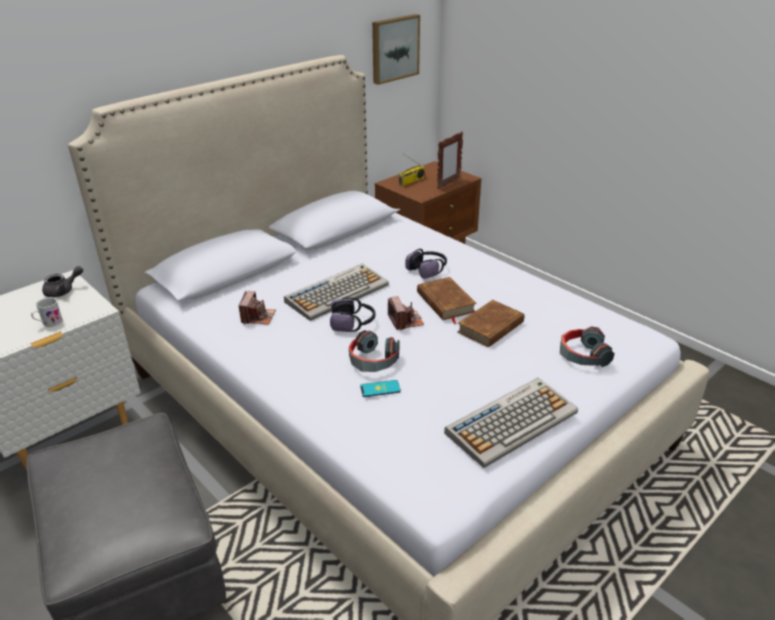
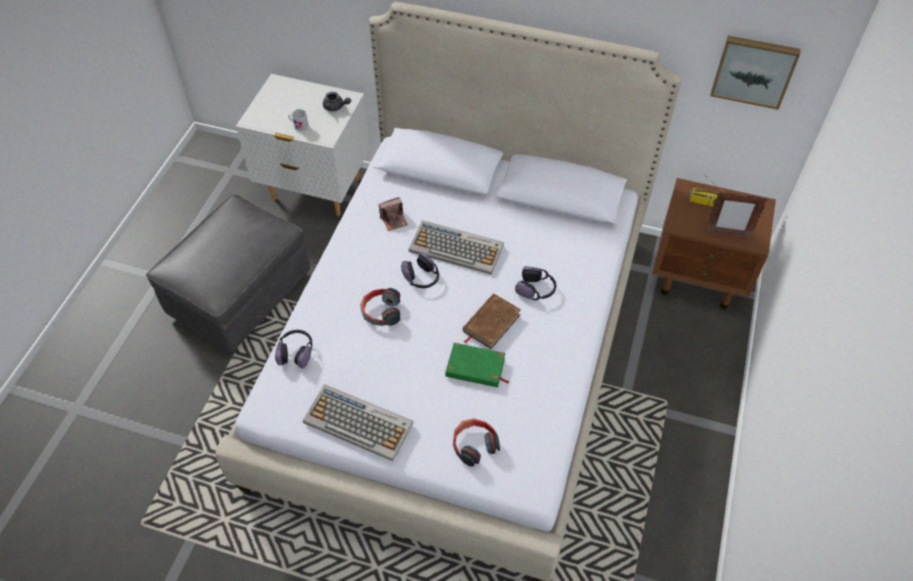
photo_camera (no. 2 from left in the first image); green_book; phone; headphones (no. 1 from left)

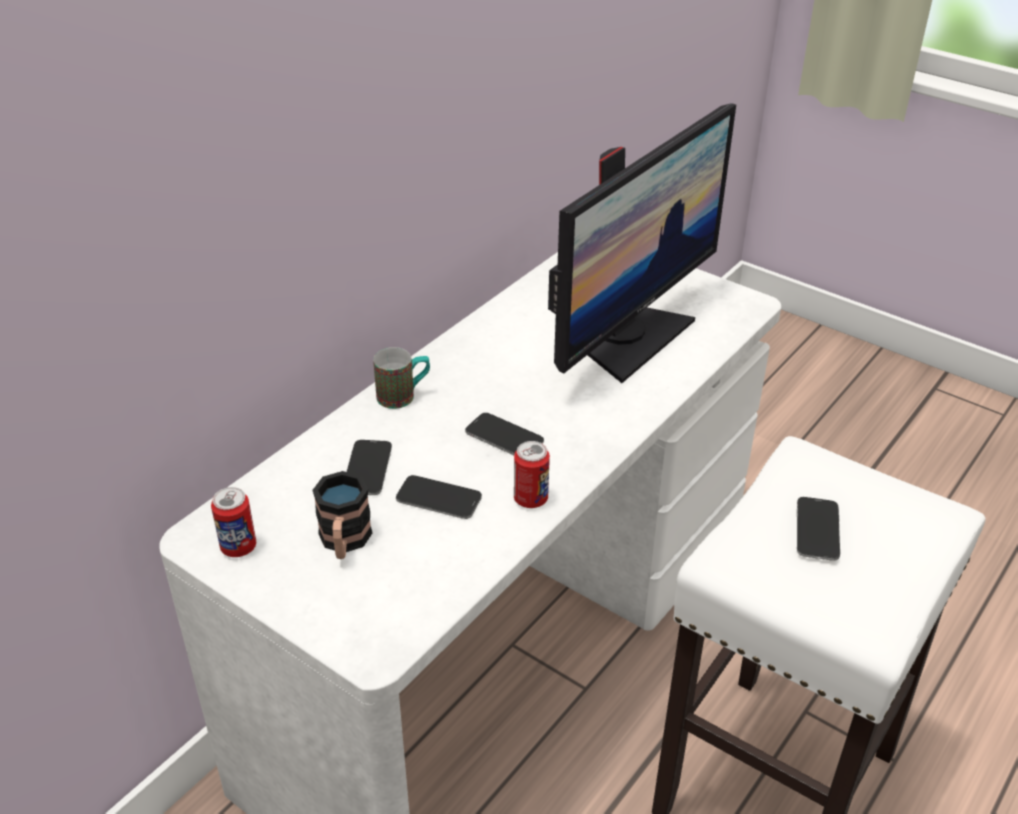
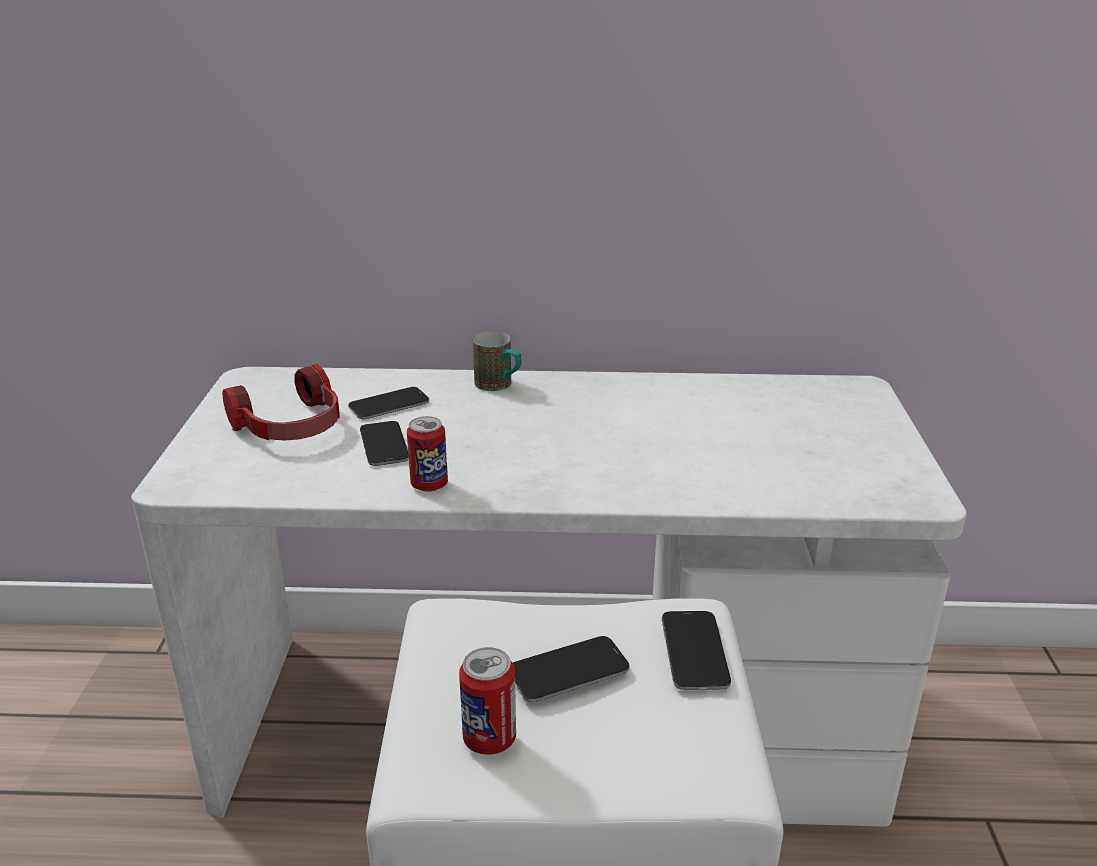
monitor; phone (no. 4 from left); headphones; can (no. 2 from left)

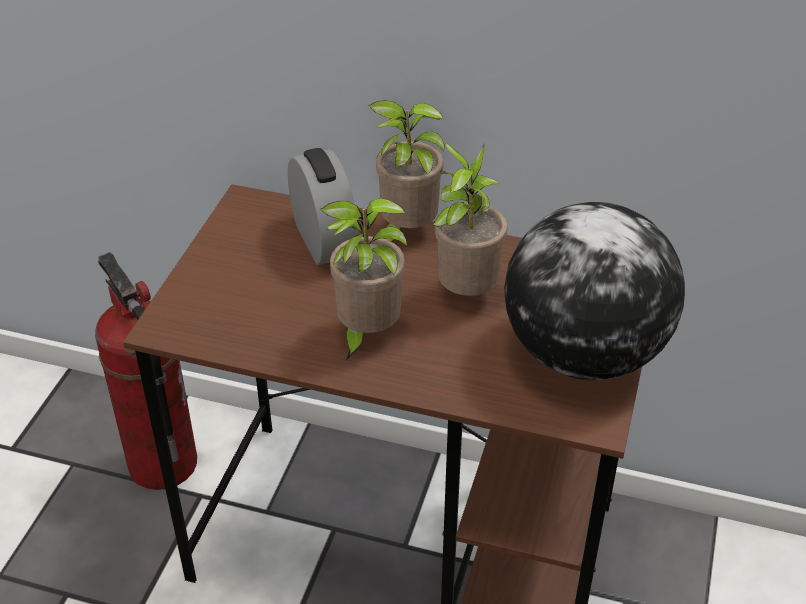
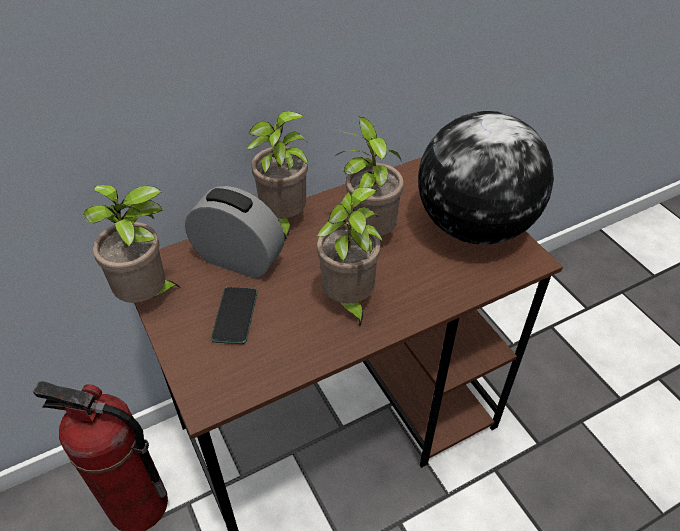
potted_plant (no. 1 from left); phone

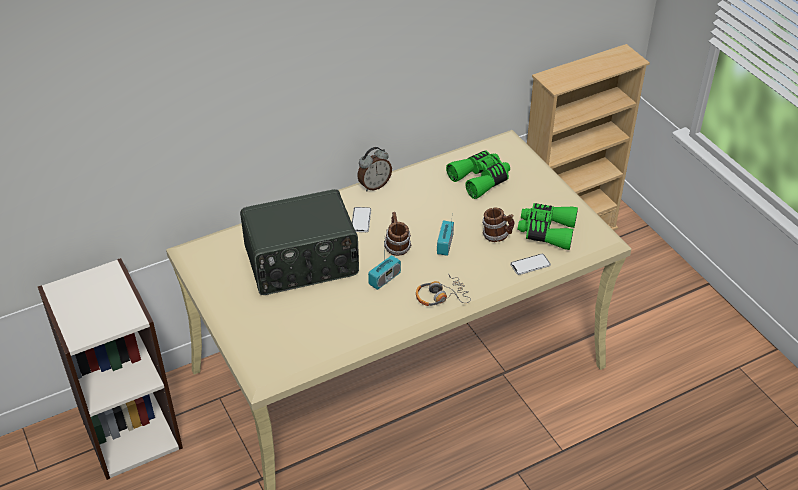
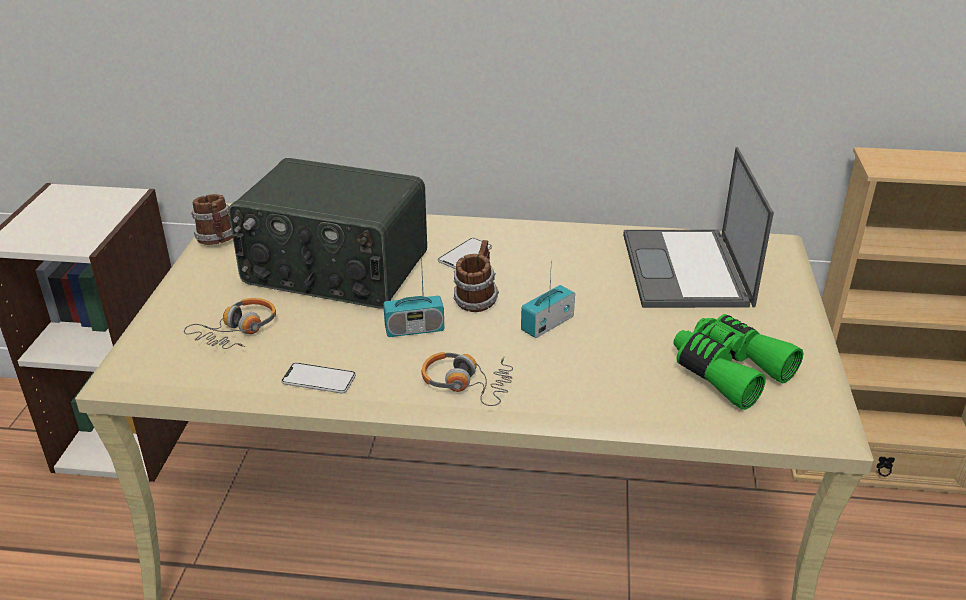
alarm_clock; laptop; mug (no. 1 from left); phone (no. 1 from left); headphones (no. 1 from left)

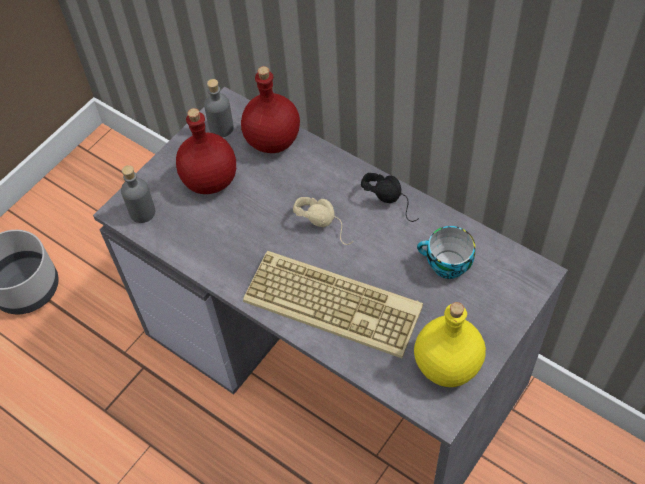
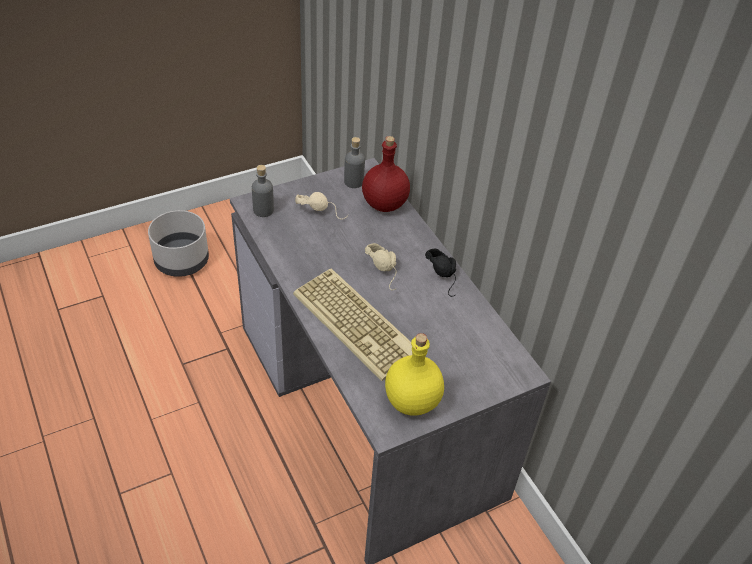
beige_headphones (no. 1 from left); cup

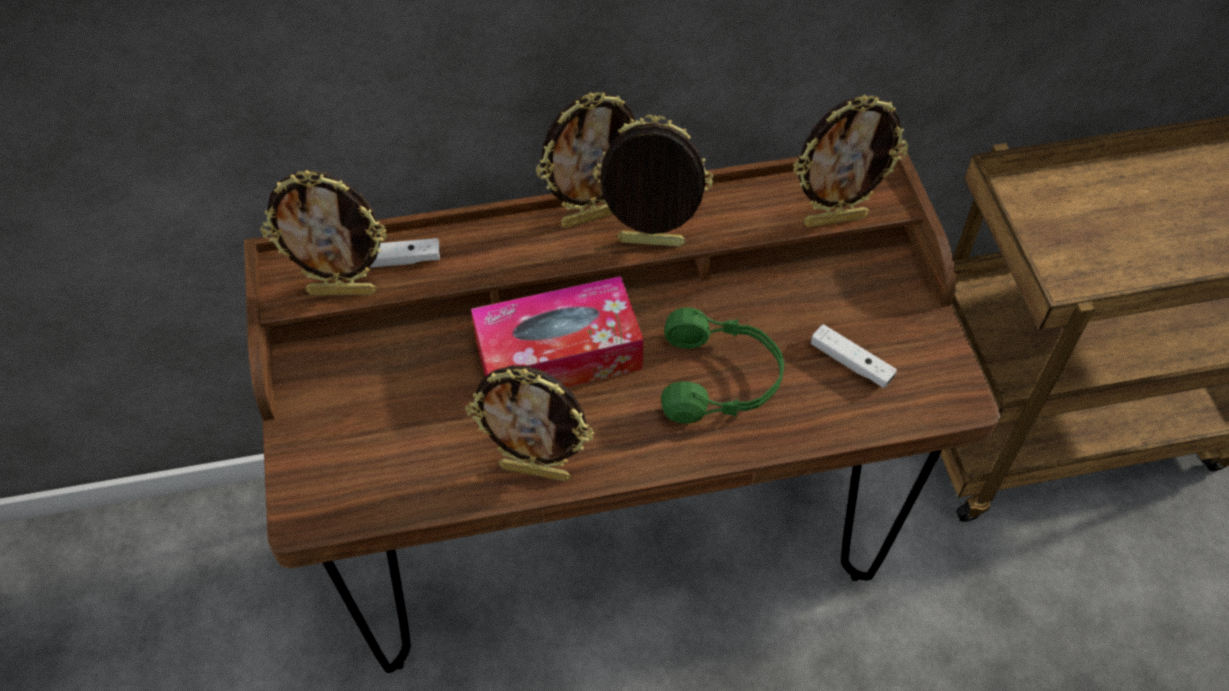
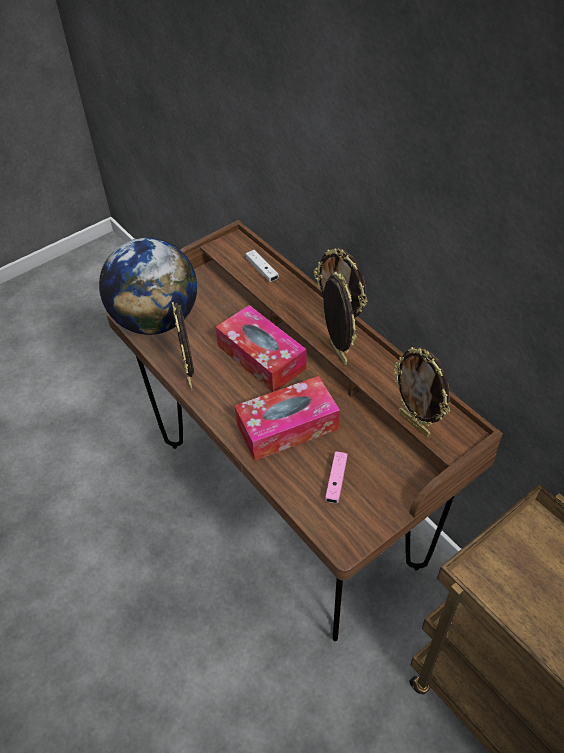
picture_frame (no. 1 from left in the first image); tissue_box (no. 2 from left); pink_game_controller; globe

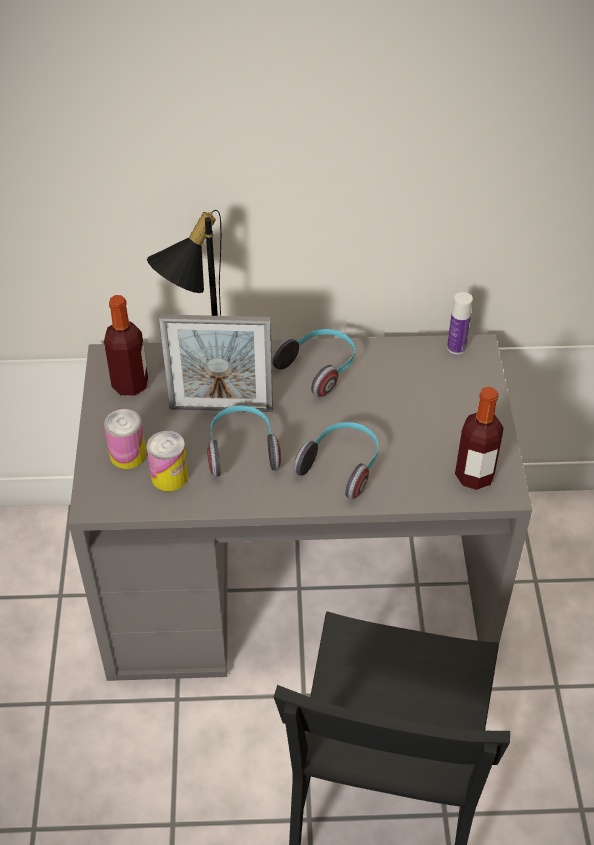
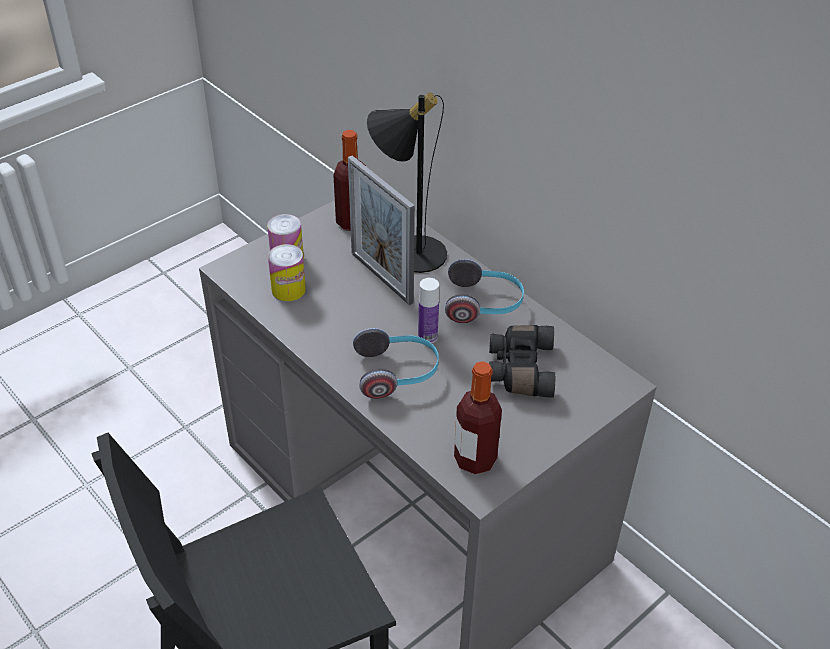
bottle (no. 2 from left); headphones (no. 1 from left in the first image); black_binoculars

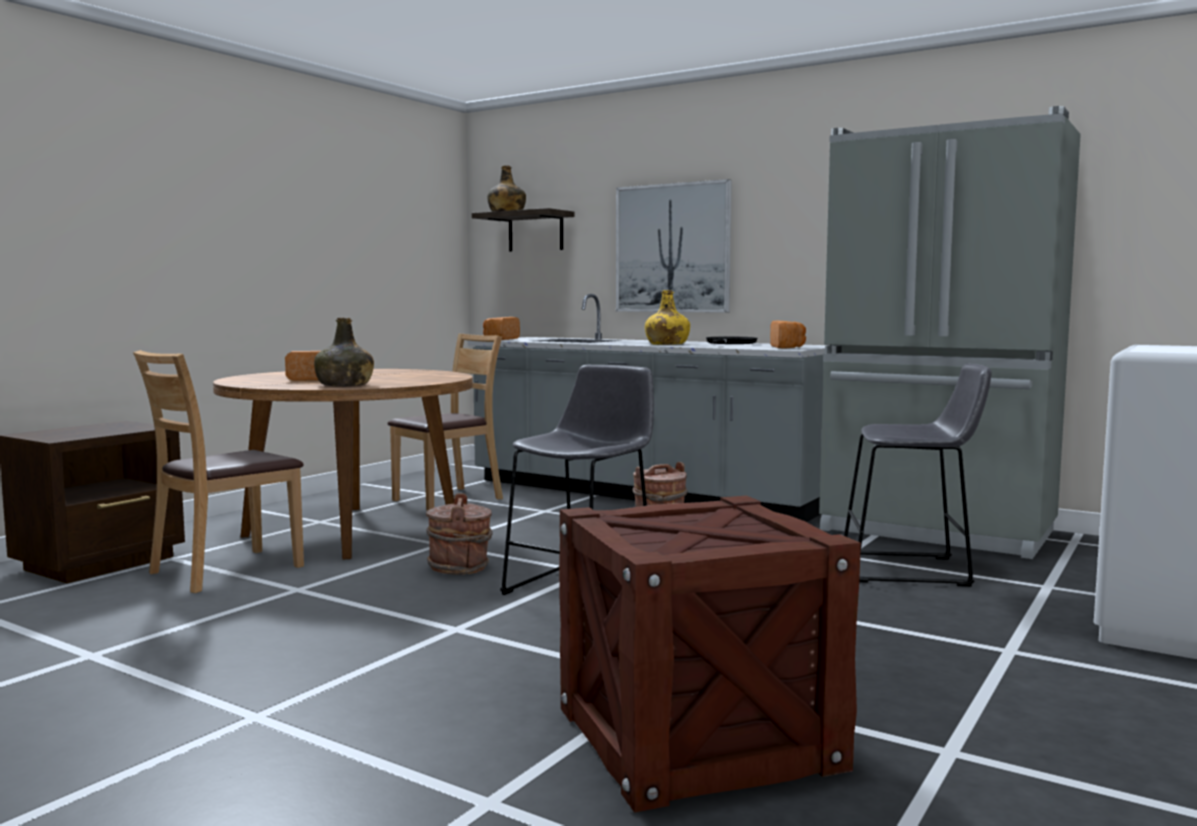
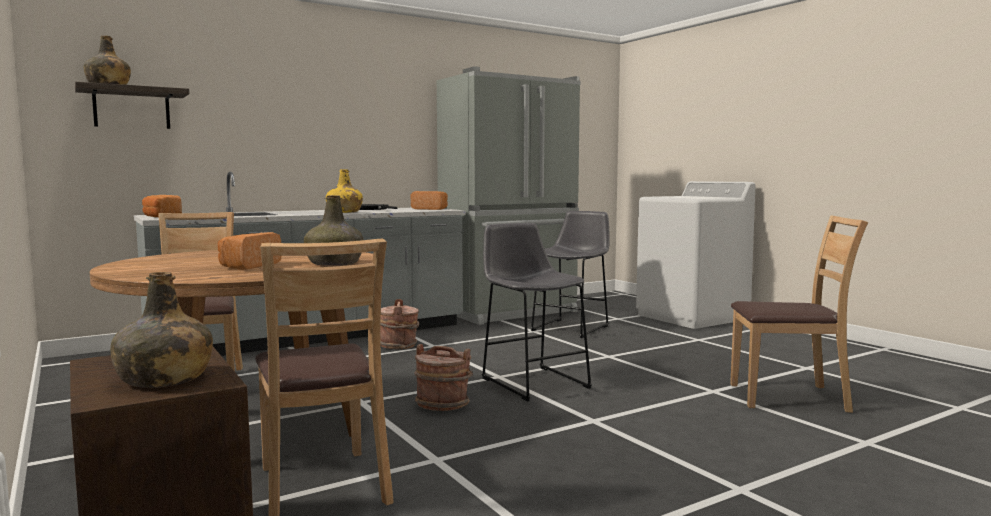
picture; brown_chair (no. 3 from left); green_bottle (no. 2 from left)

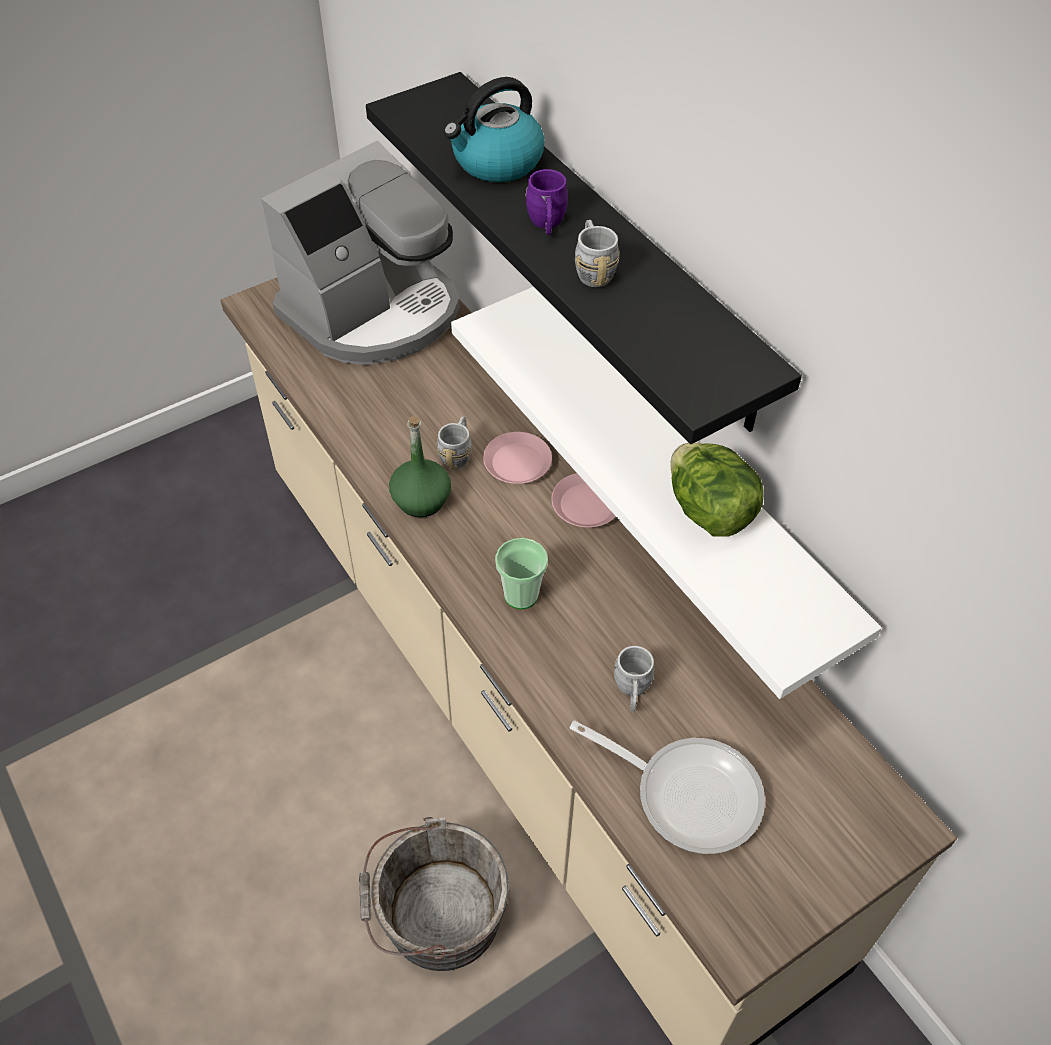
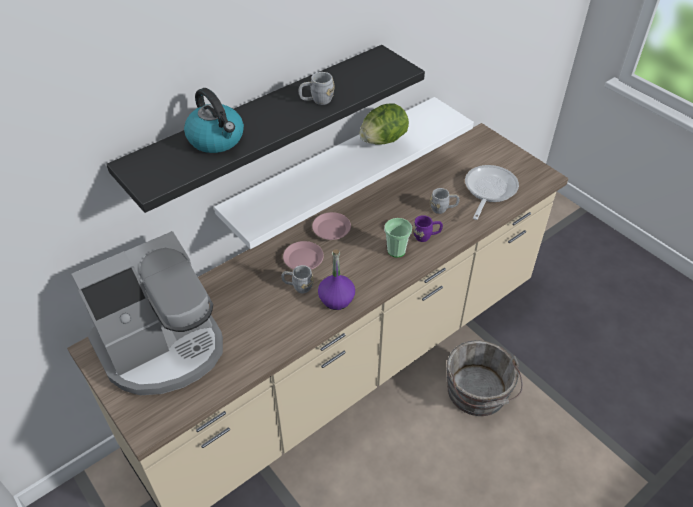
coffee_machine; purple_mug; purple_bottle

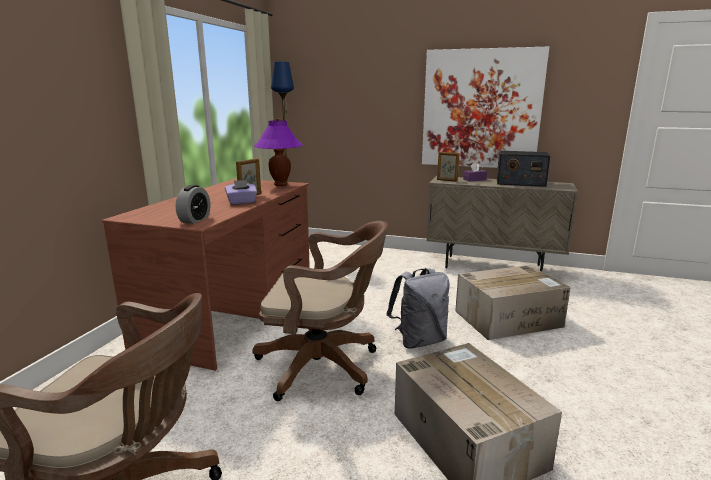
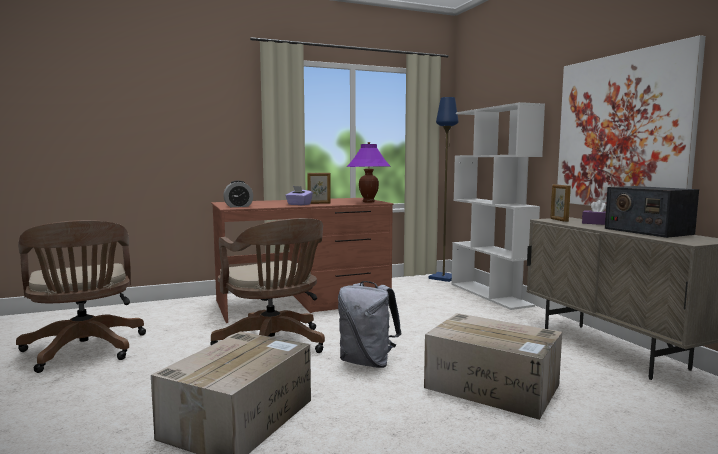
white_bookcase

